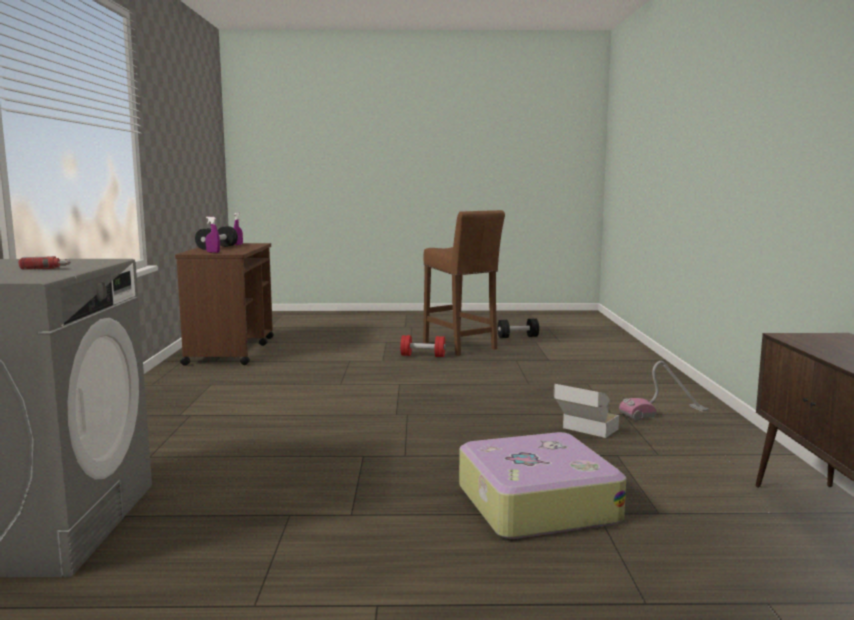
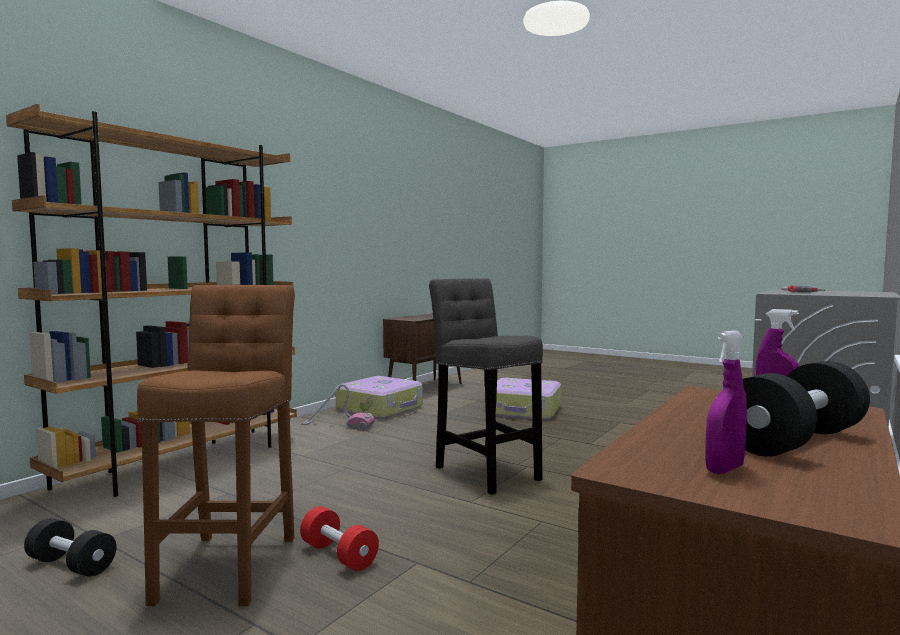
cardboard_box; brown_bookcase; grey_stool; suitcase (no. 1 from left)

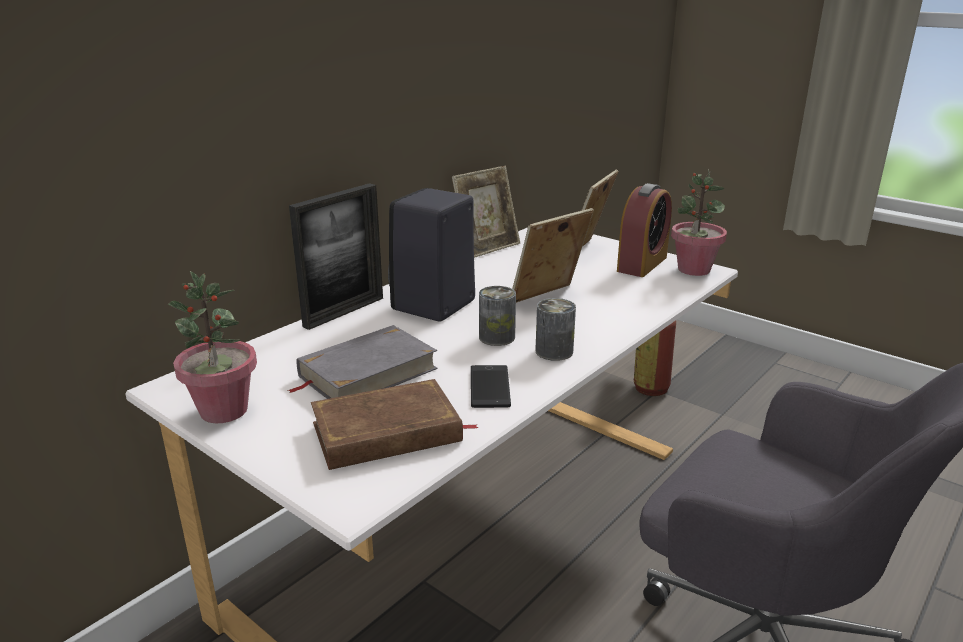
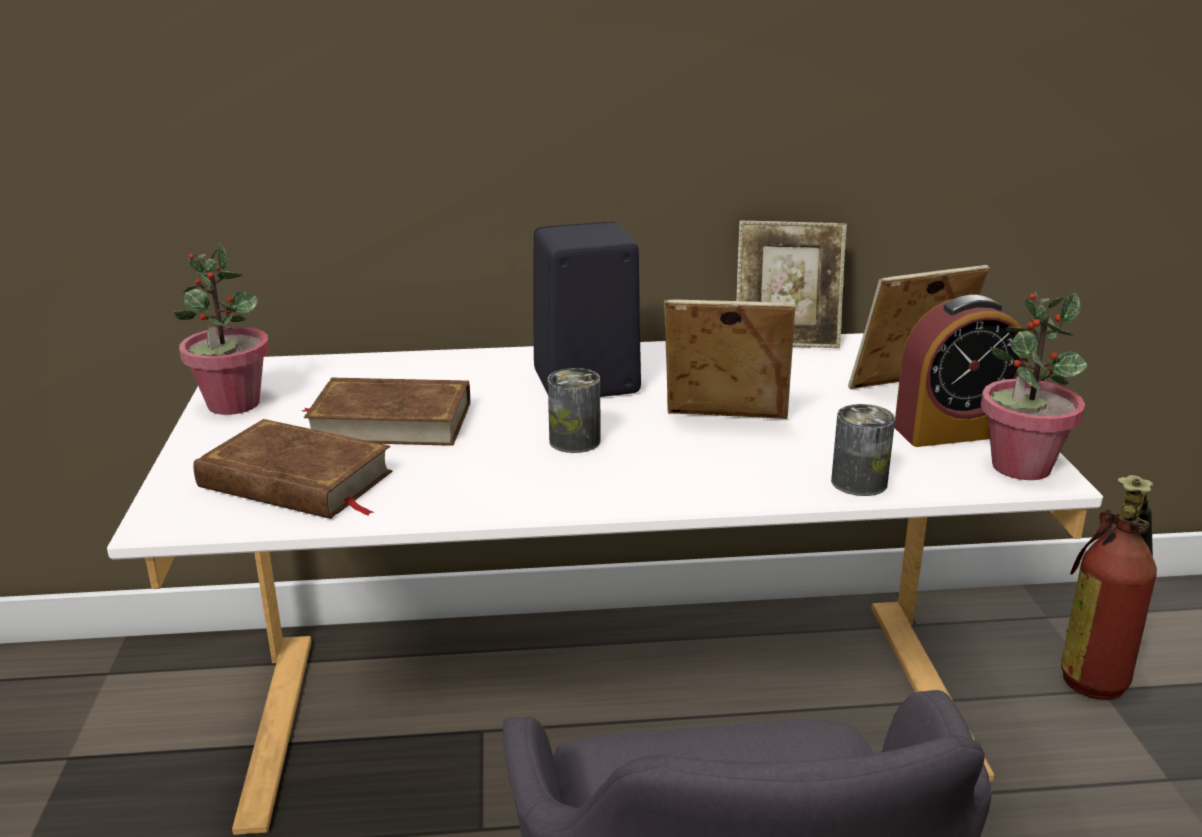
picture_frame (no. 1 from left in the first image); can (no. 2 from left); brown_book (no. 2 from left); phone

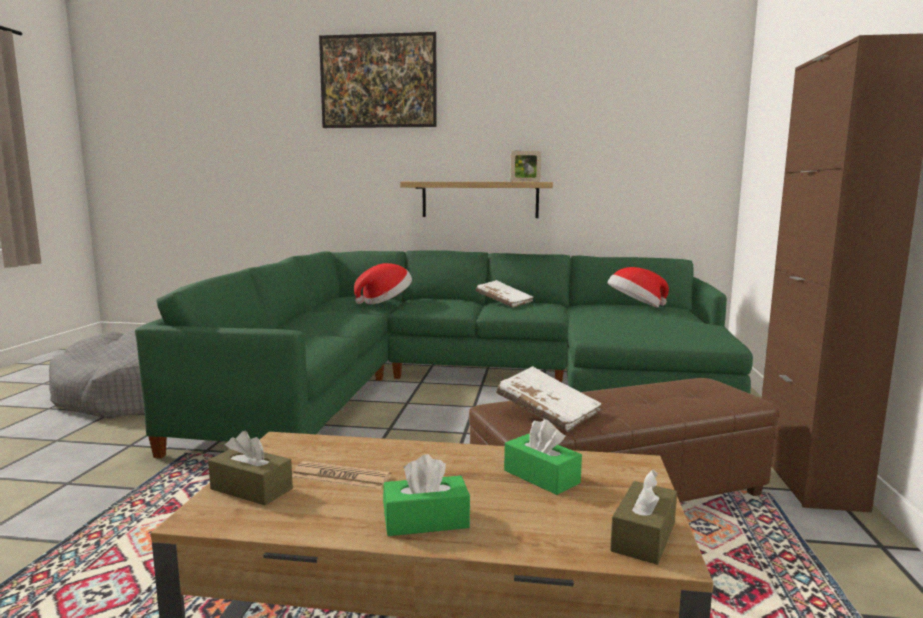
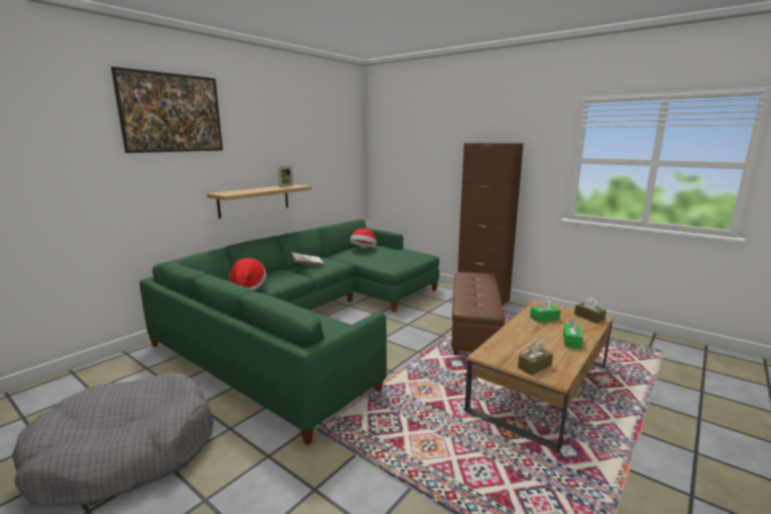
white_book (no. 2 from left in the first image)

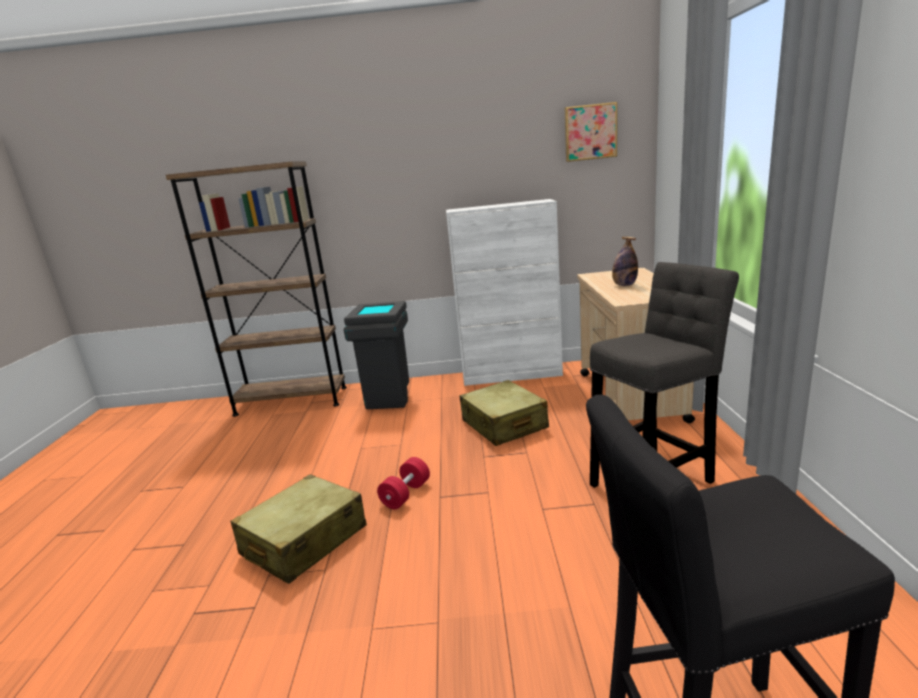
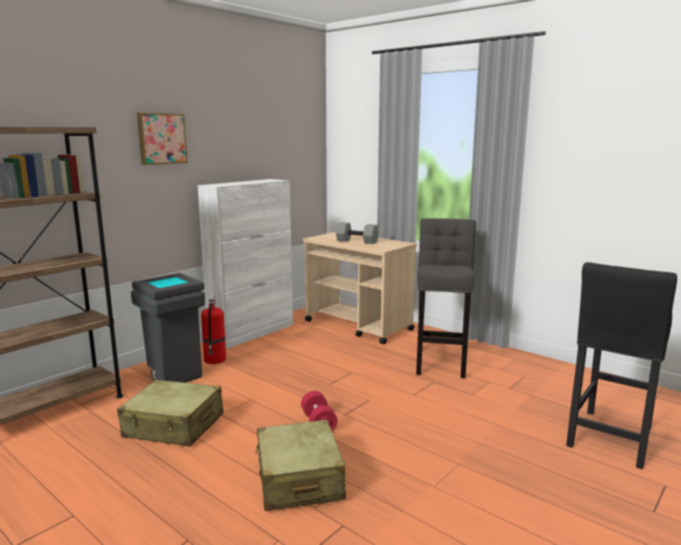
picture; grey_dumbbell; beige_suitcase (no. 1 from left); fire_extinguisher

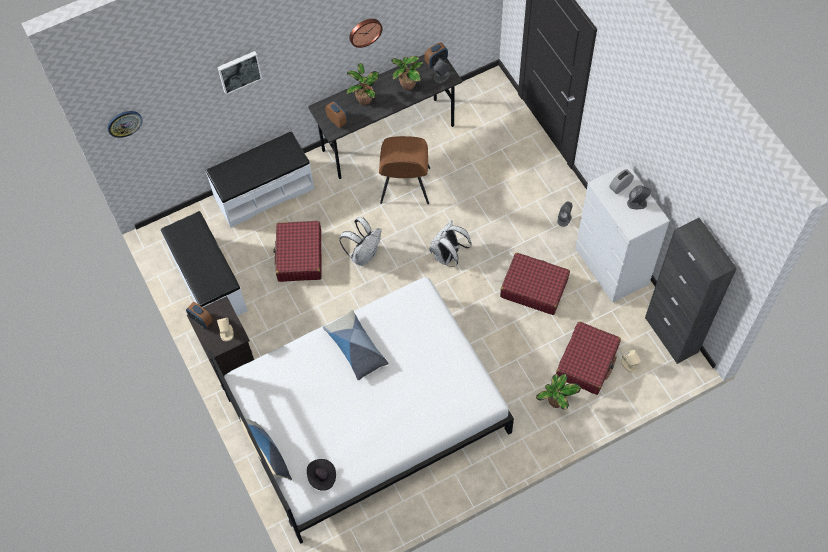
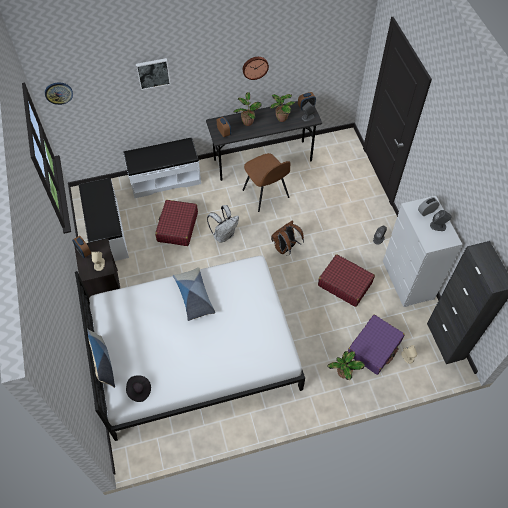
brown_chair; brown_backpack; purple_suitcase

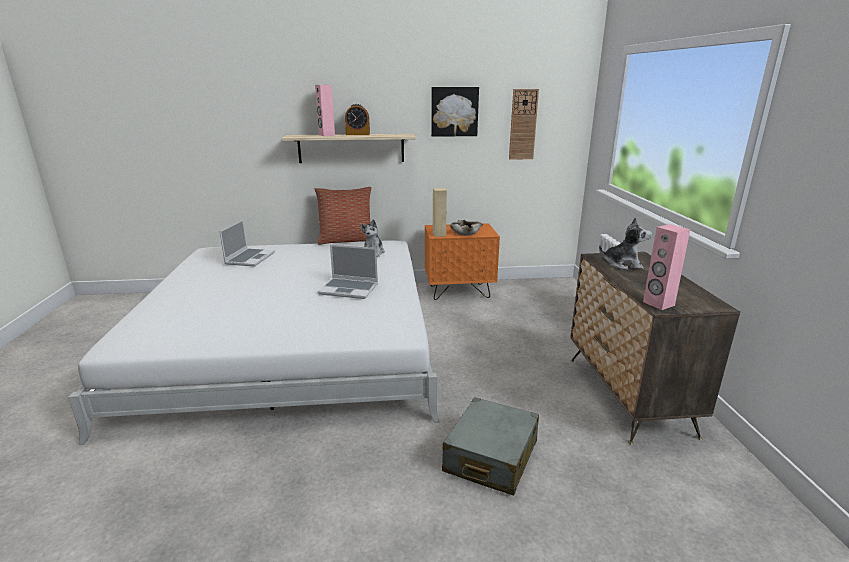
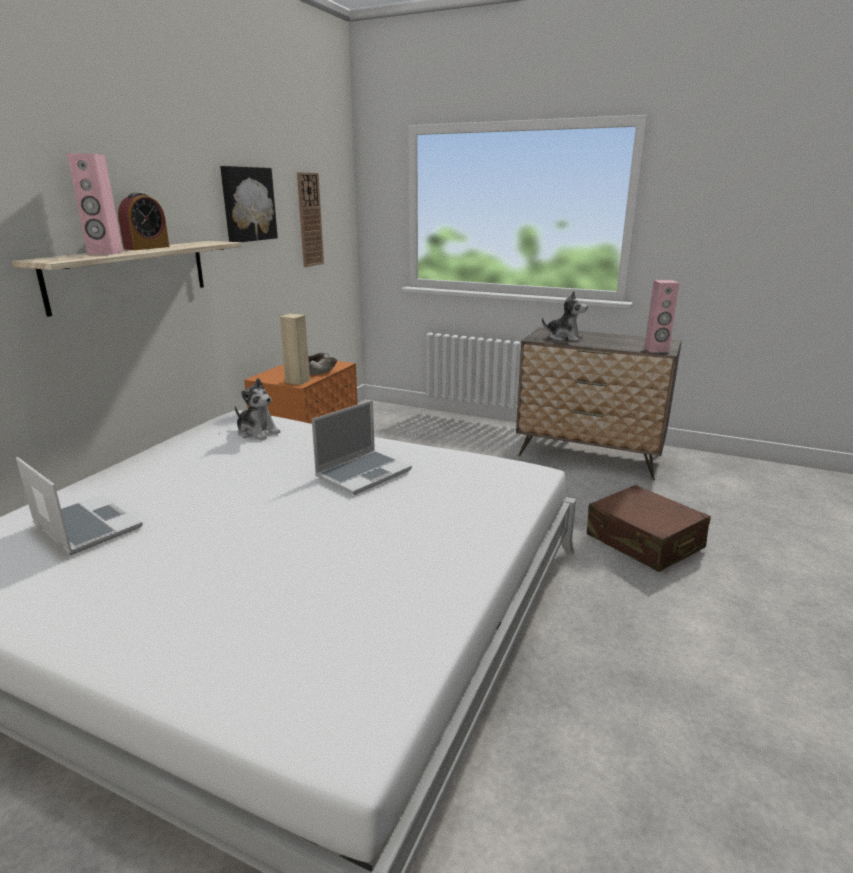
pillow; plush_toy (no. 2 from left); brown_suitcase

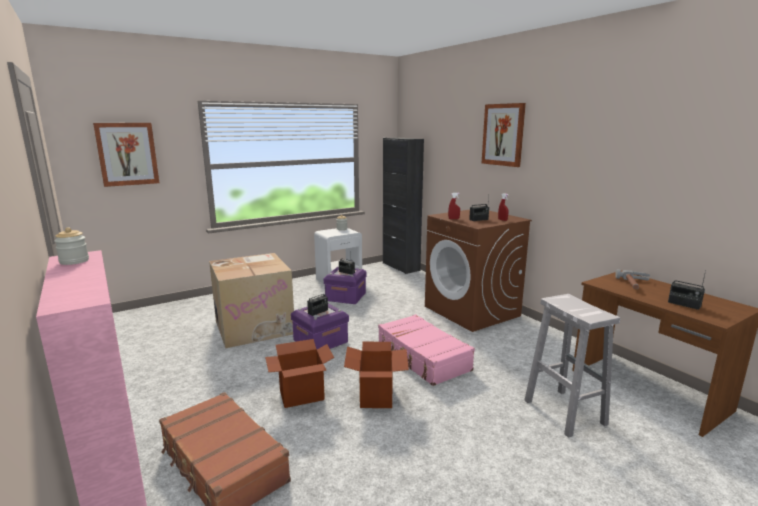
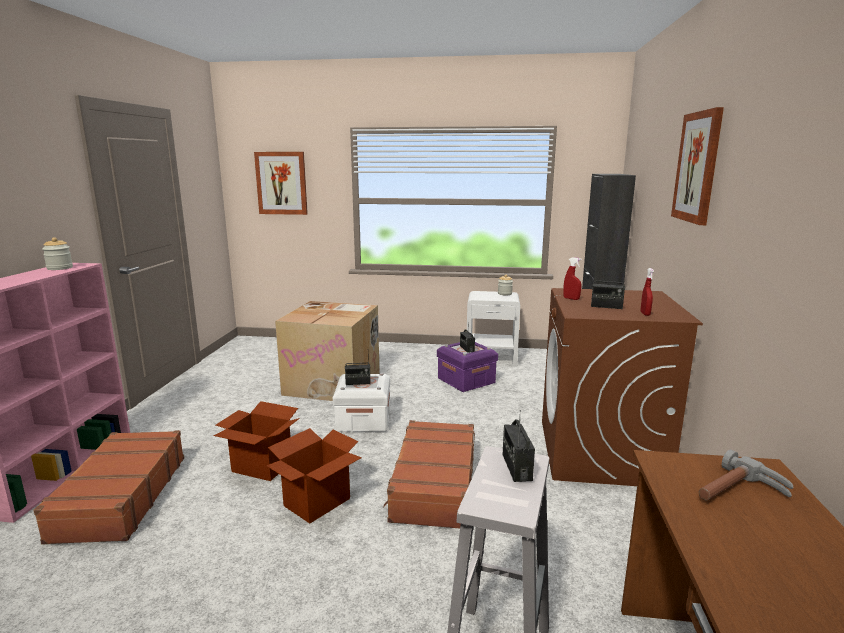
radio (no. 3 from left); white_storage_box; brown_suitcase (no. 2 from left)

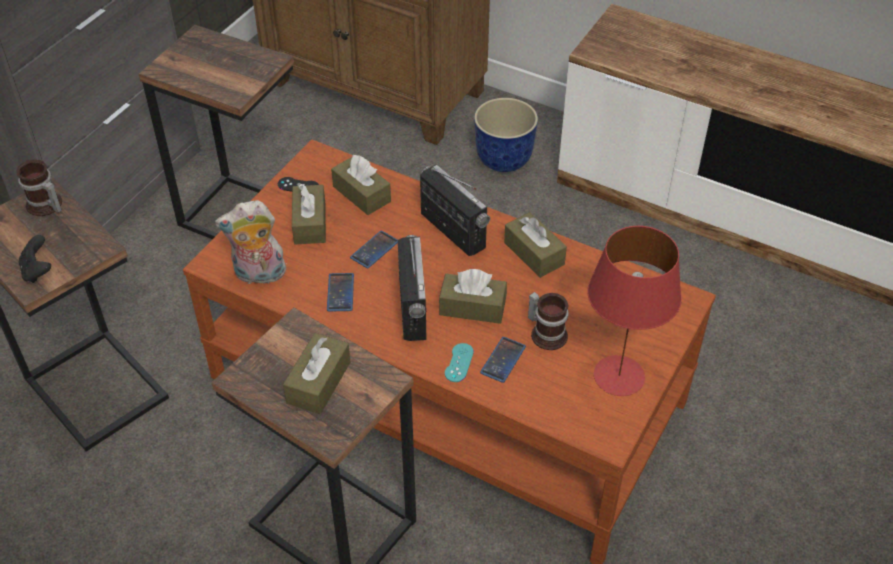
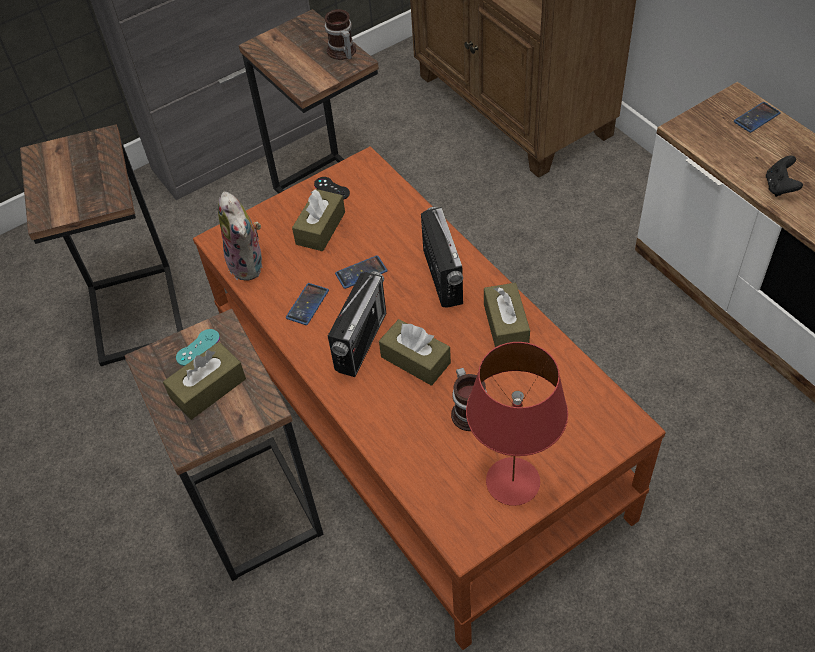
planter; brown_tissue_box (no. 3 from left in the first image); mug (no. 1 from left); plush_toy; black_game_controller (no. 2 from left); phone (no. 3 from left); turquoise_game_controller

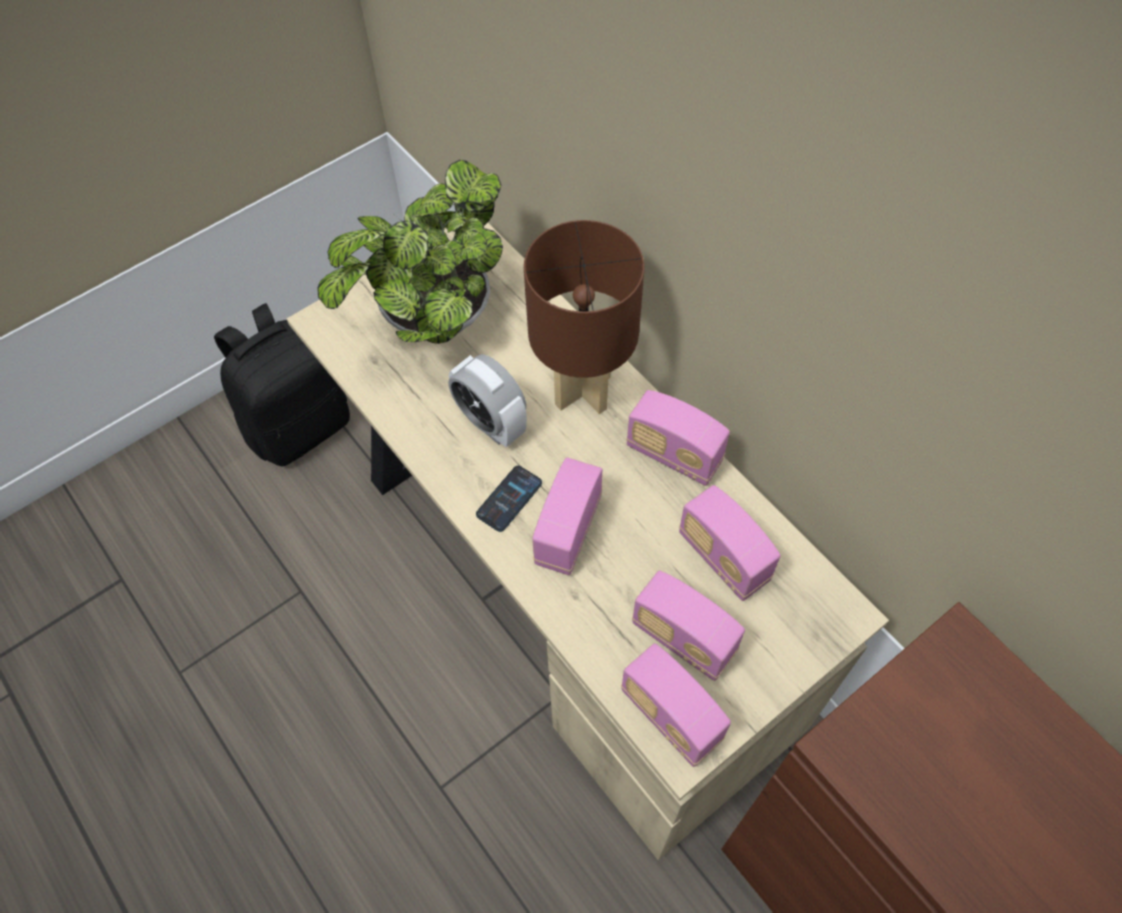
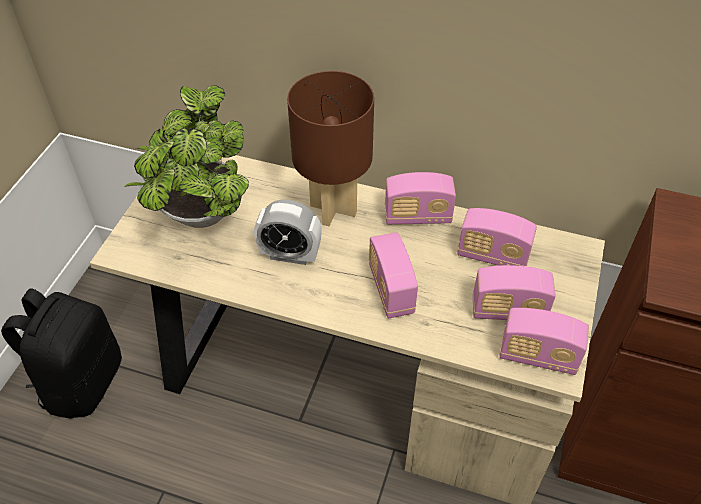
phone

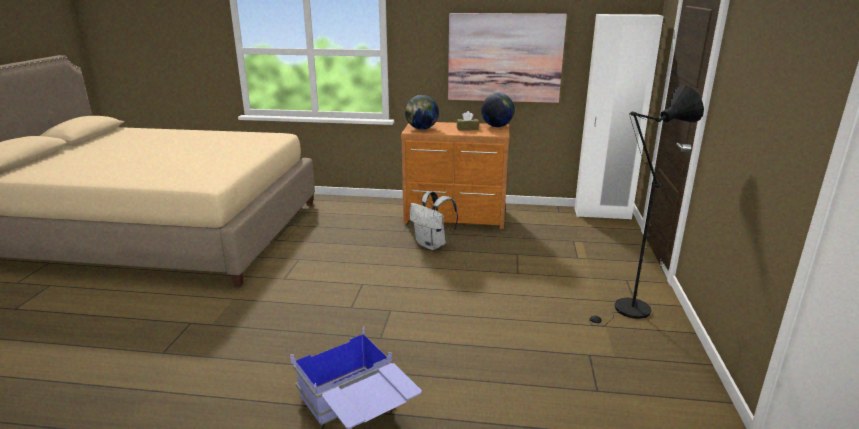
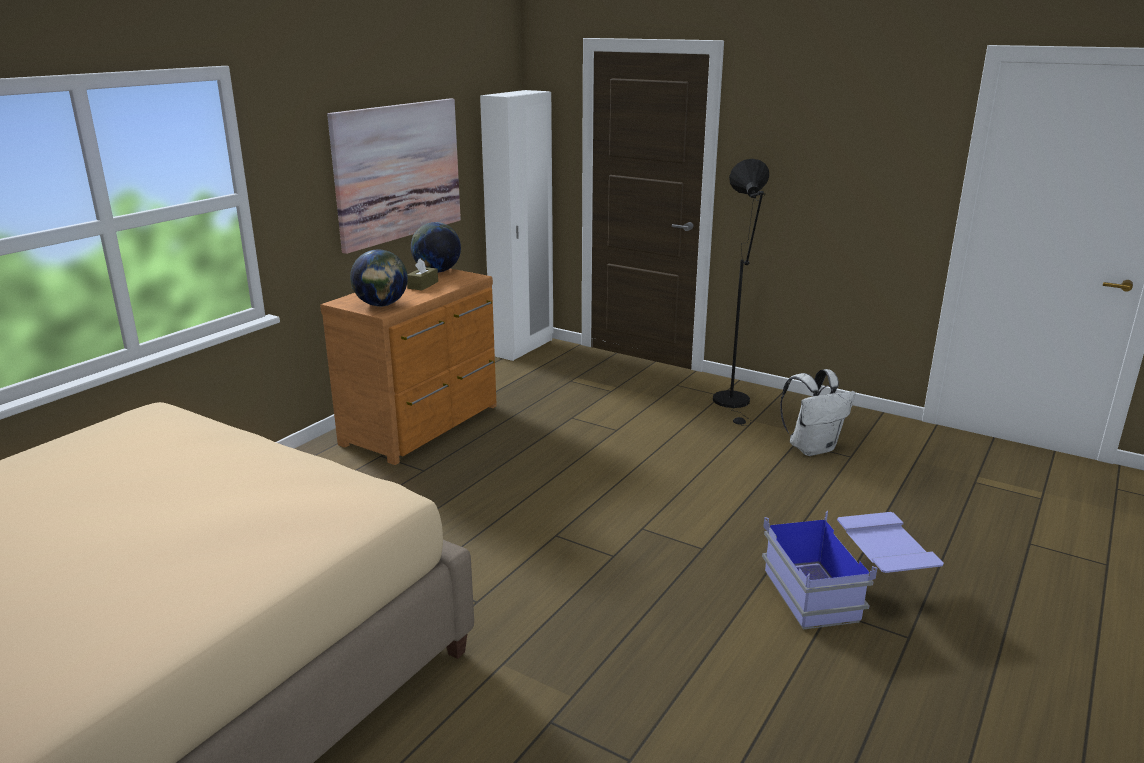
white_backpack

